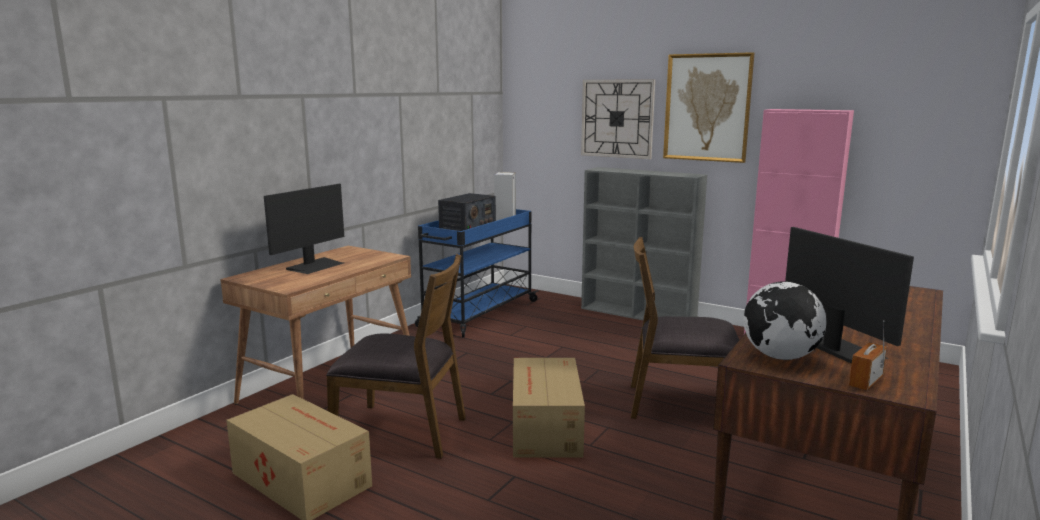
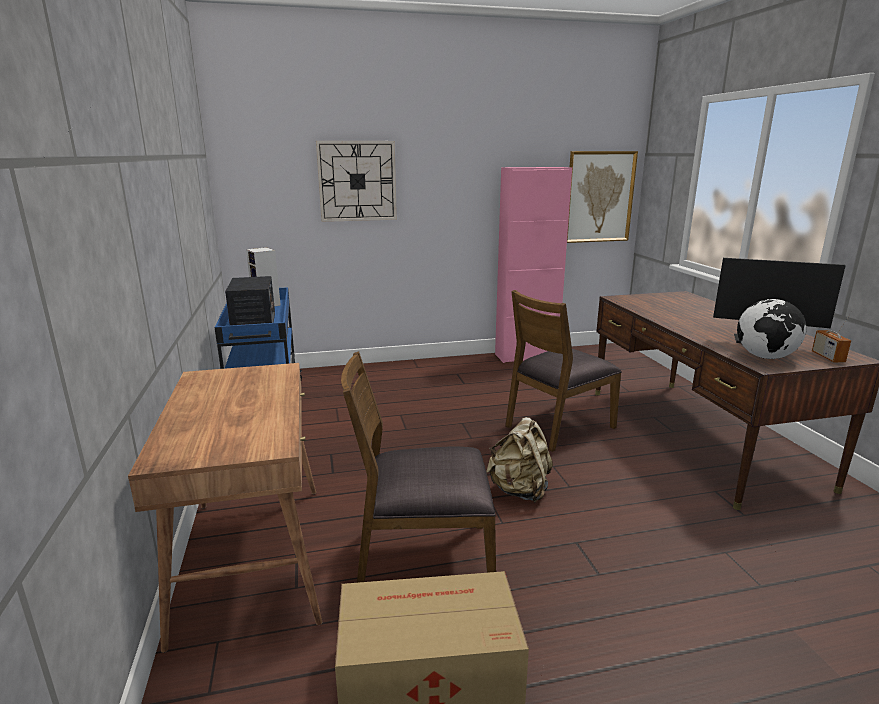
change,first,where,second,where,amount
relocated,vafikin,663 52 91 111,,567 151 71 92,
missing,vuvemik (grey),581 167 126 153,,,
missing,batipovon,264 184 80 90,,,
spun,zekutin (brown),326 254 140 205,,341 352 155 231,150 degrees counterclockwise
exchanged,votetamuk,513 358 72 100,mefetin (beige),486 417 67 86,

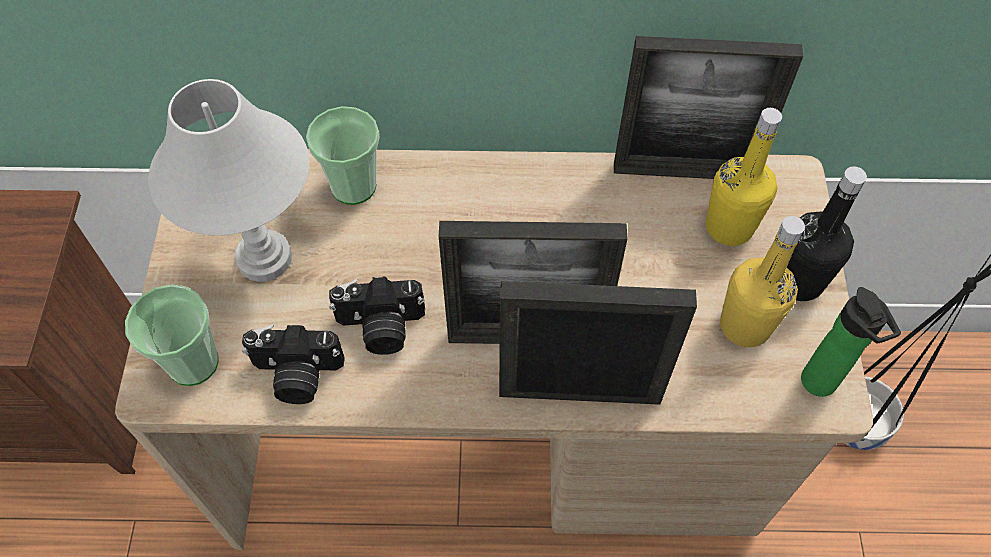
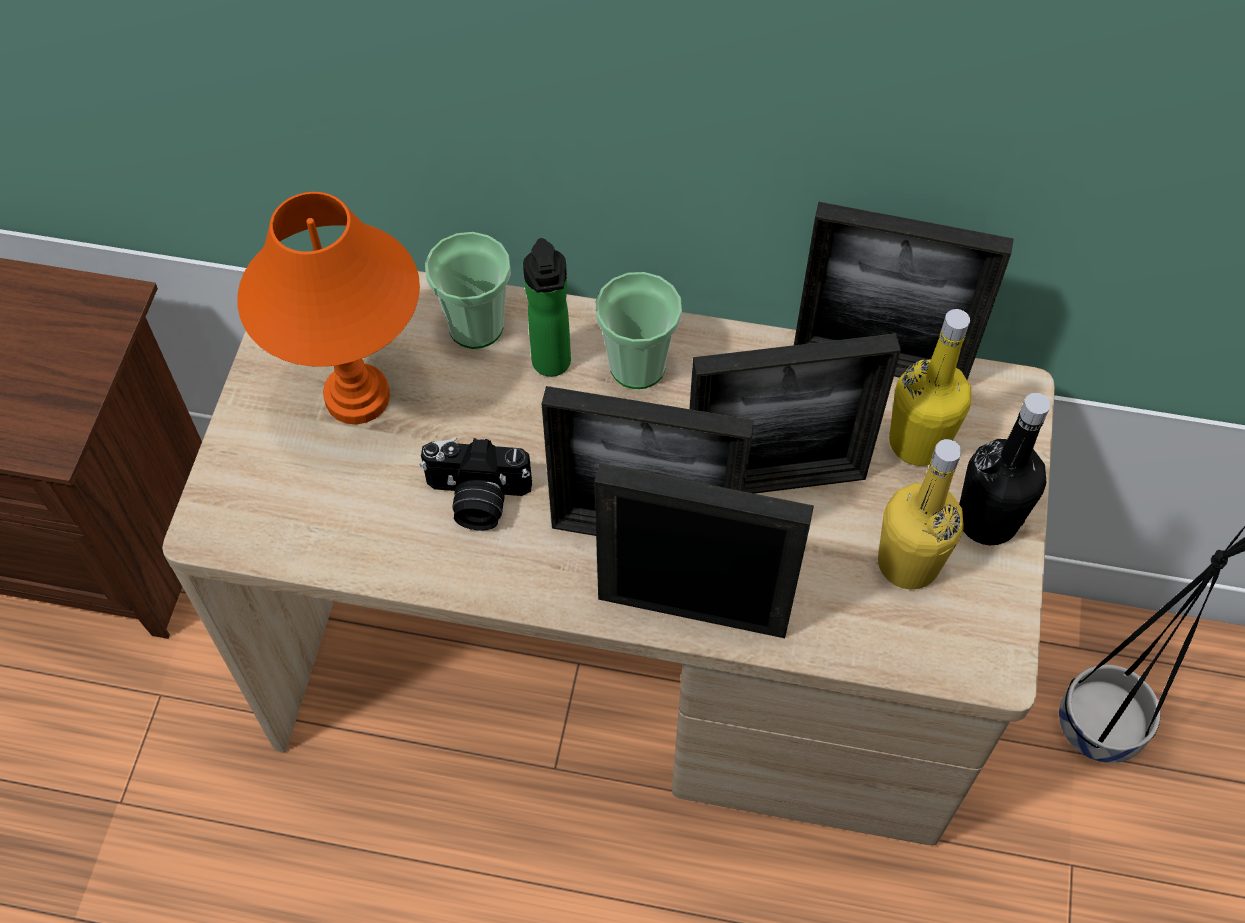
change,first,where,second,where,amount
colour,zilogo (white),148 79 161 203,zilogo (orange),237 192 183 233,
relocated,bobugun,125 284 94 102,,595 272 87 117,
relocated,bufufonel,801 287 100 110,,523 238 48 139,
missing,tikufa,242 324 103 80,,,
appeared,,,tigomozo,690 333 211 161,

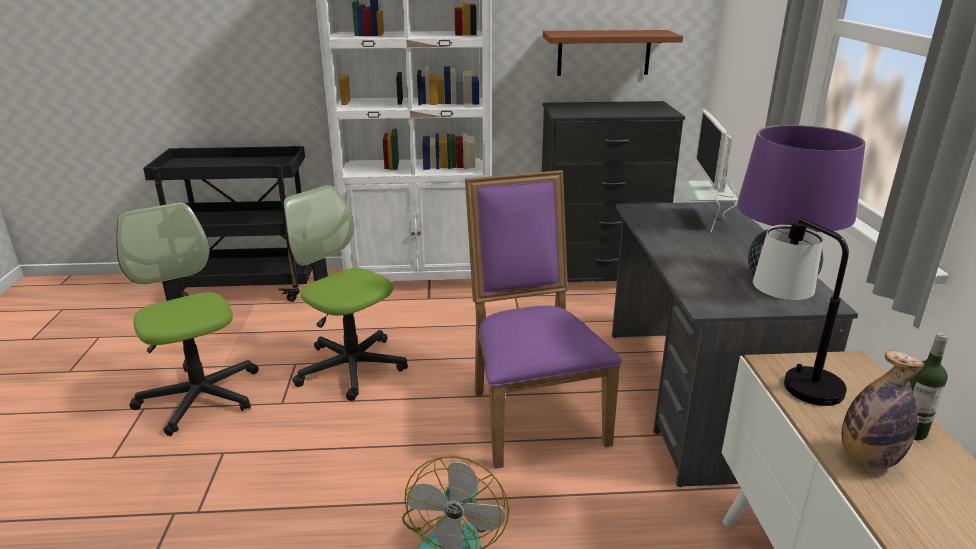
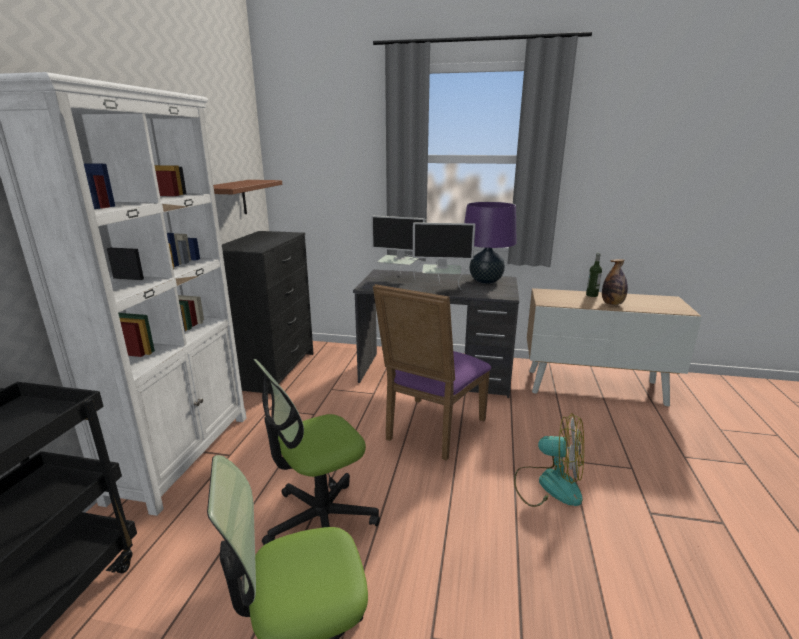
change,first,where,second,where,amount
spun,zekutin (purple),465 170 157 299,,373 284 118 177,60 degrees counterclockwise
missing,zilogo,753 217 96 189,,,
appeared,,,batipovon,413 222 62 68,

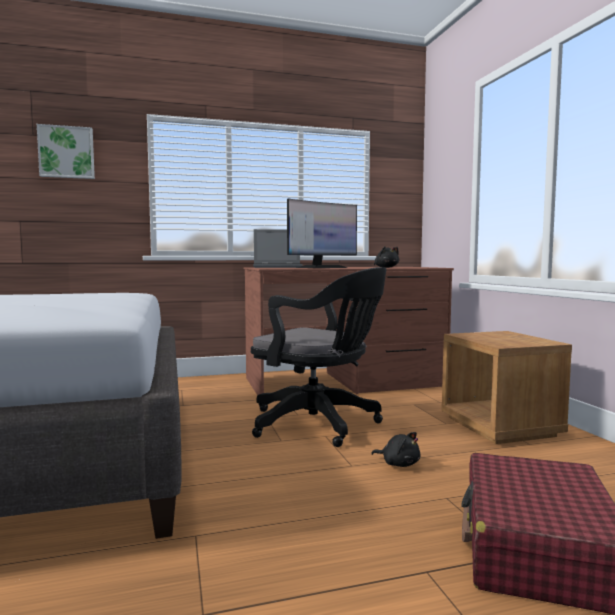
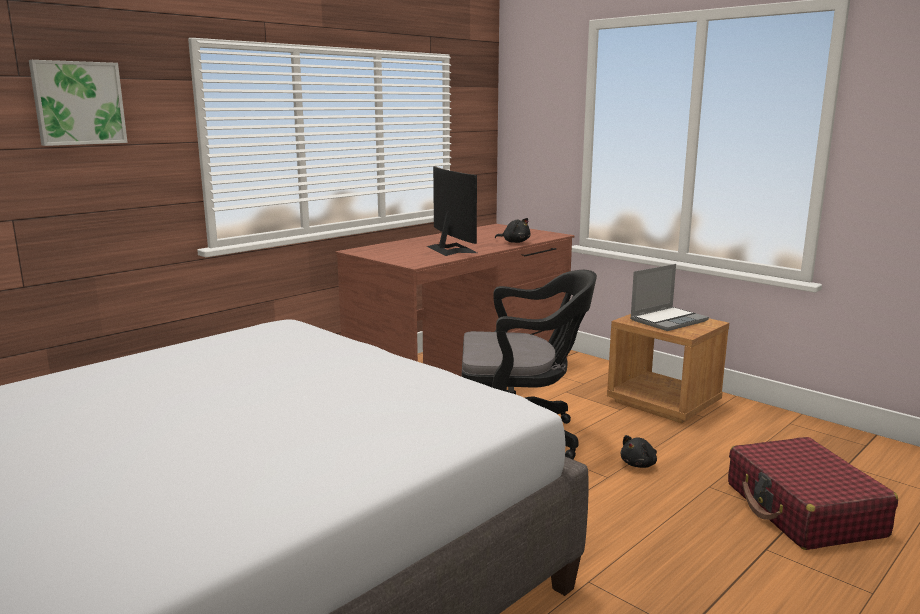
change,first,where,second,where,amount
spun,batipovon,287 198 70 70,,427 166 50 90,45 degrees counterclockwise
relocated,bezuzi,253 229 49 39,,630 264 79 67,
spun,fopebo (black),371 432 49 35,,621 435 36 33,135 degrees clockwise

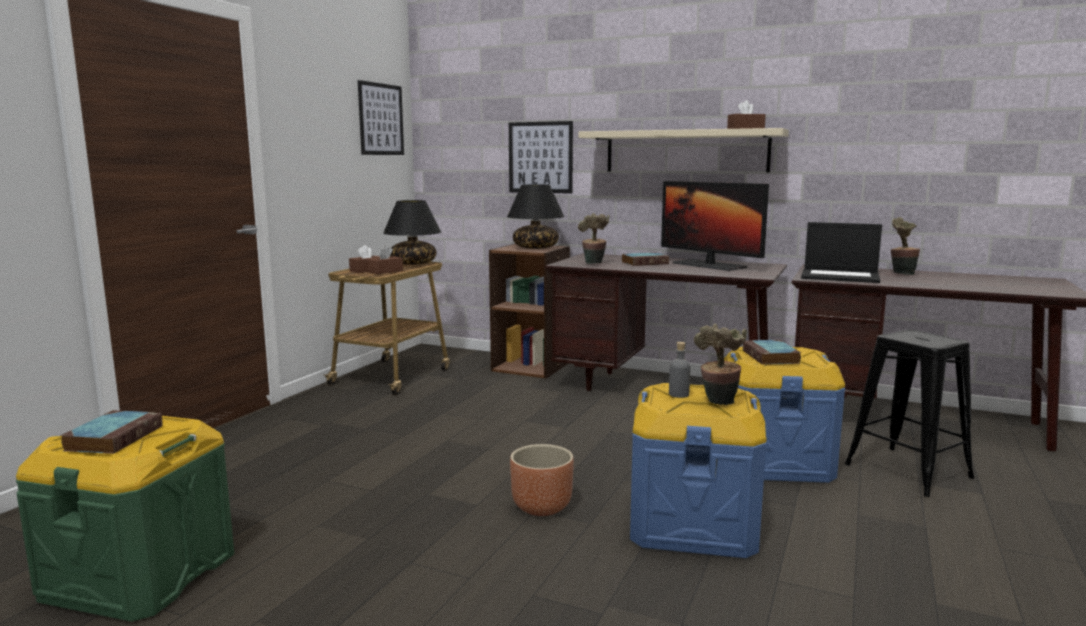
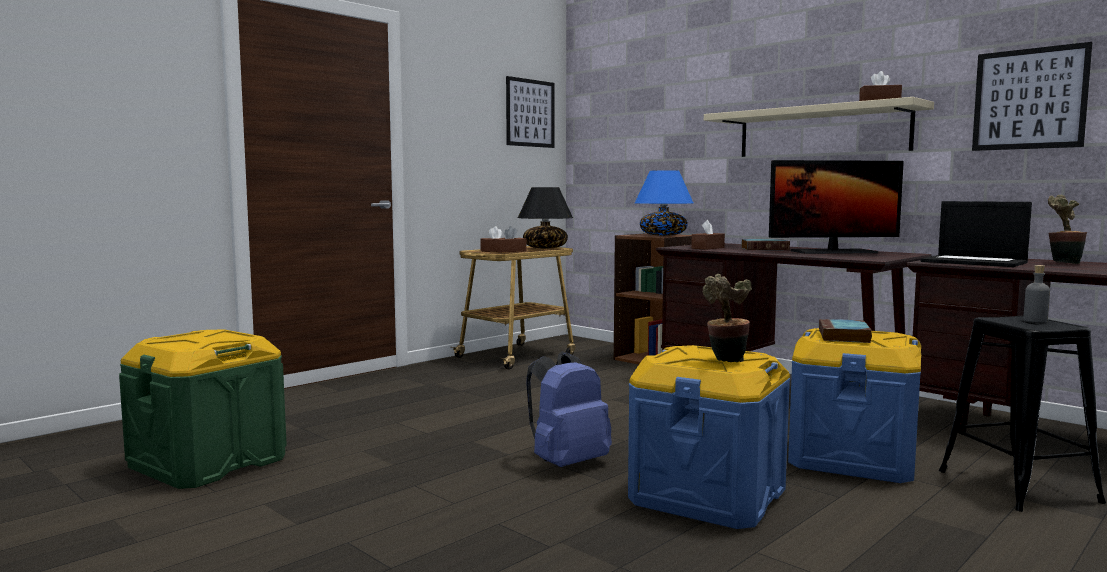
change,first,where,second,where,amount
relocated,vafikin,509 121 64 73,,972 42 120 109,
spun,batipovon,661 181 108 90,,769 160 135 94,75 degrees counterclockwise
colour,zilogo (black),507 184 57 65,zilogo (blue),635 170 58 66,
exchanged,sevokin,578 213 32 51,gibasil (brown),691 220 34 30,
relocated,bufufonel (grey),669 342 21 56,,1023 265 27 57,
missing,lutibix,60 410 102 44,,,
exchanged,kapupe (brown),510 444 64 72,mefetin (blue),526 351 86 116,

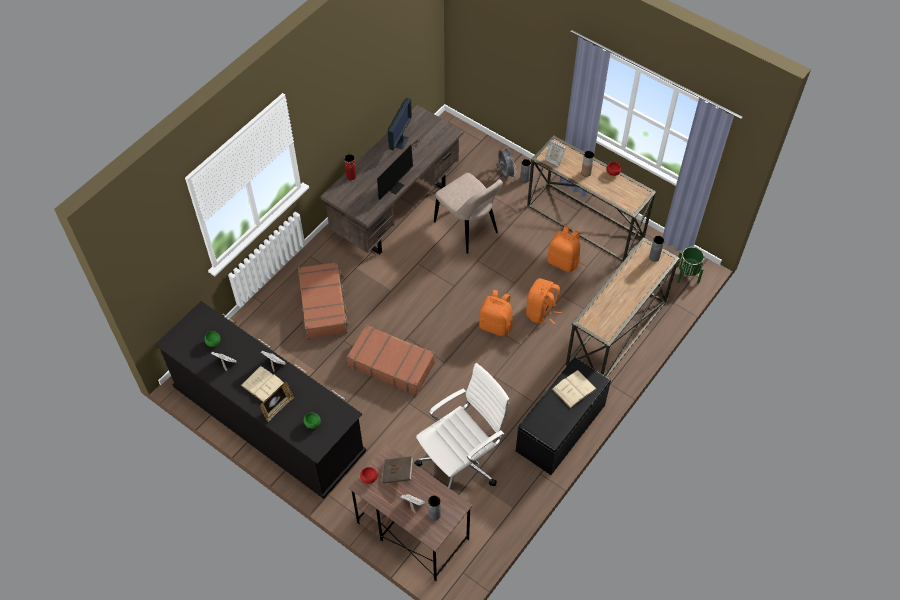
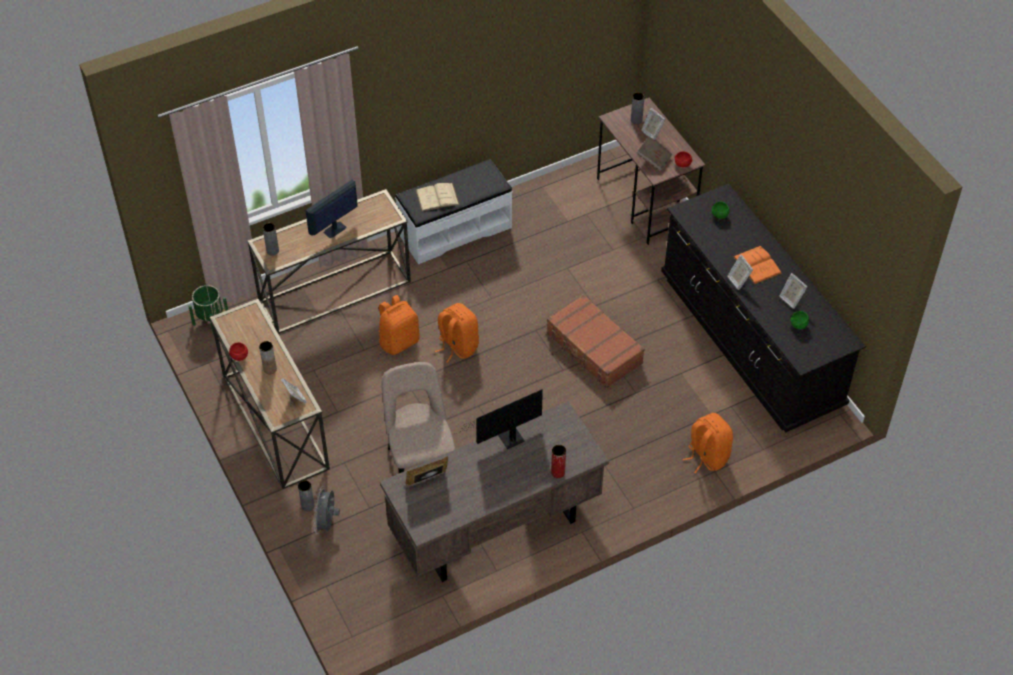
change,first,where,second,where,amount
relocated,batipovon,388 98 24 52,,305 179 53 59,
relocated,mefetin (orange),547 226 33 47,,683 413 50 60,
missing,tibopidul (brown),298 262 52 77,,,
colour,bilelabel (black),516 358 95 117,bilelabel (white),395 159 118 106,
missing,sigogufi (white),414 363 96 126,,,
colour,lutibix (beige),241 366 43 36,lutibix (orange),733 246 49 39,
relocated,tigomozo,260 382 34 40,,405 456 43 30,

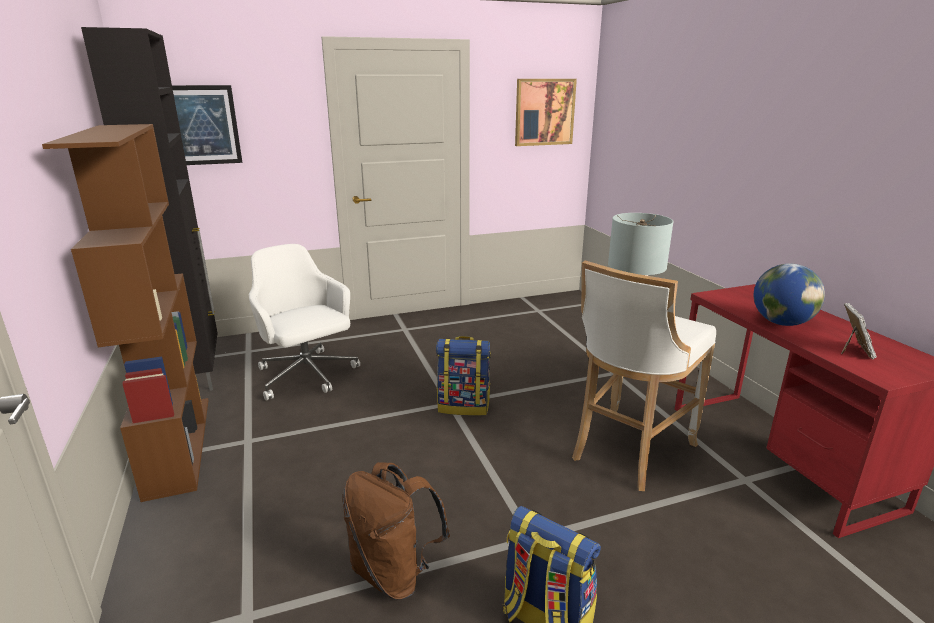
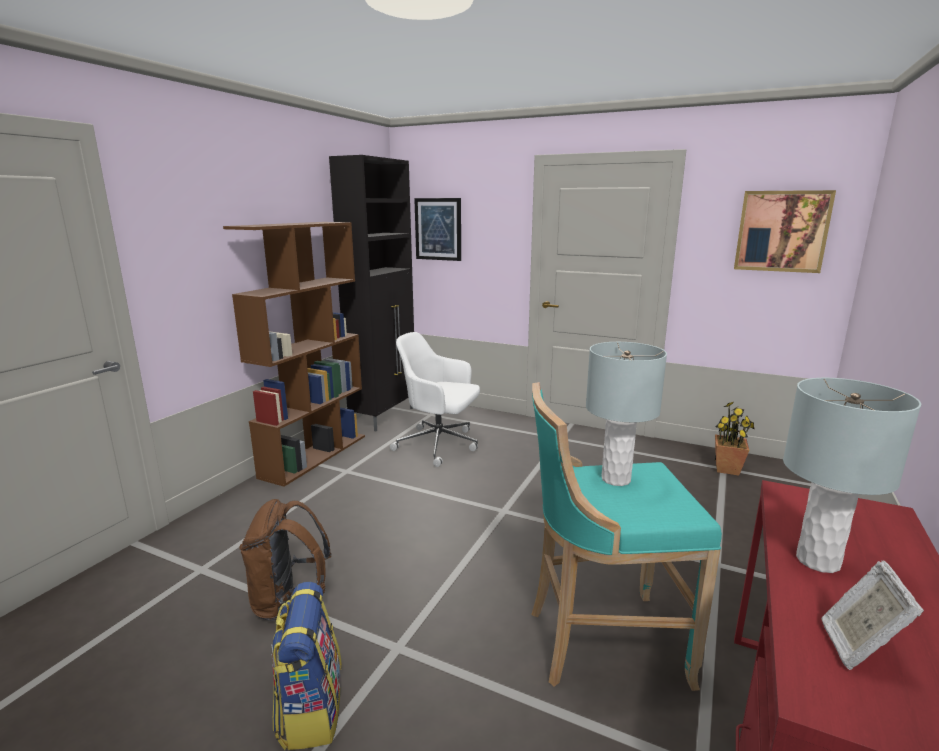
change,first,where,second,where,amount
spun,sigogufi (white),249 244 111 157,,390 332 90 135,75 degrees counterclockwise
colour,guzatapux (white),572 260 144 231,guzatapux (turquoise),531 382 191 309,
exchanged,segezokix,754 264 71 62,zilogo (grey),783 378 138 195,
spun,tigomozo,841 303 36 56,,821 561 103 109,135 degrees clockwise
missing,mefetin,436 336 55 80,,,
appeared,,,sevokin,715 402 40 73,

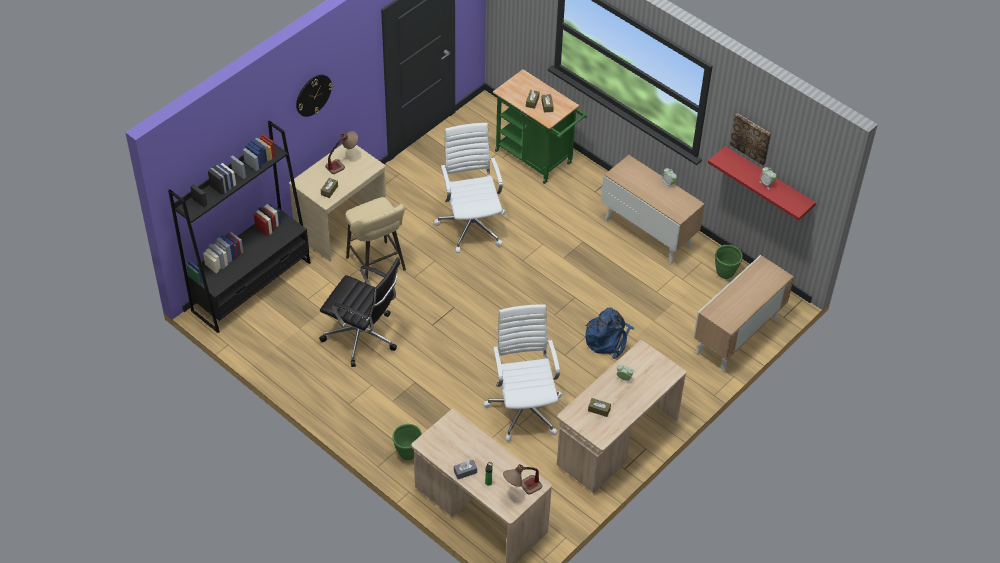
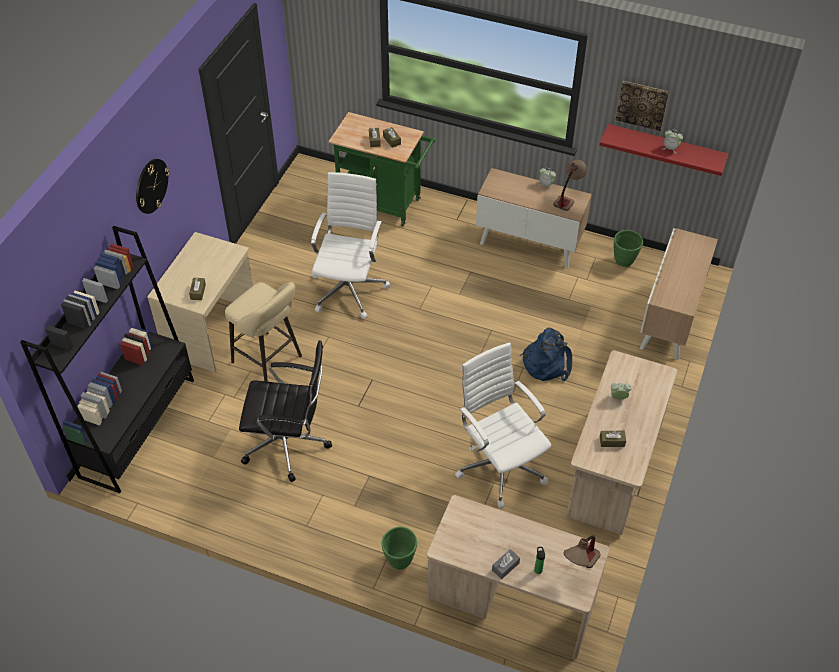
change,first,where,second,where,amount
spun,sigogufi (white),434 123 72 130,,311 172 80 147,45 degrees clockwise
relocated,zilogo,325 131 33 43,,553 160 34 51,

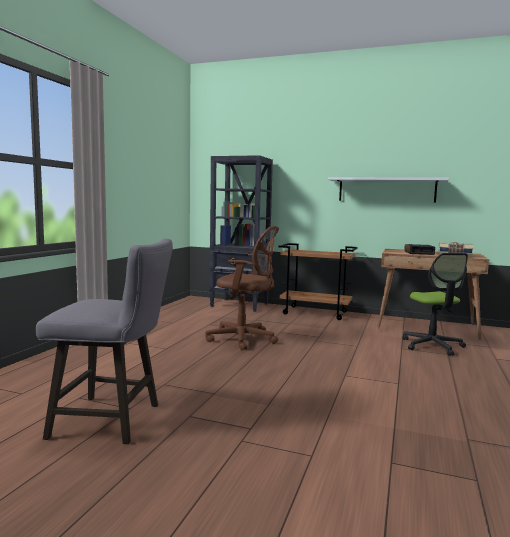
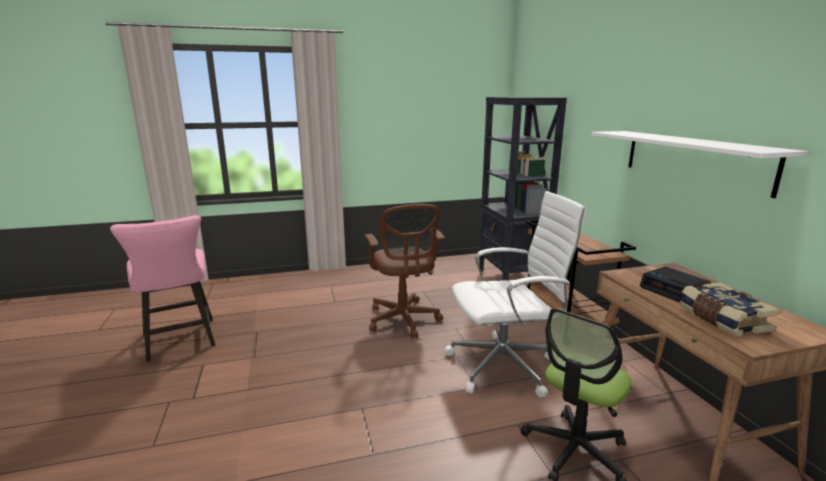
change,first,where,second,where,amount
colour,guzatapux (grey),36 238 137 206,guzatapux (pink),110 215 105 147,
appeared,,,sigogufi (white),445 191 141 207,

